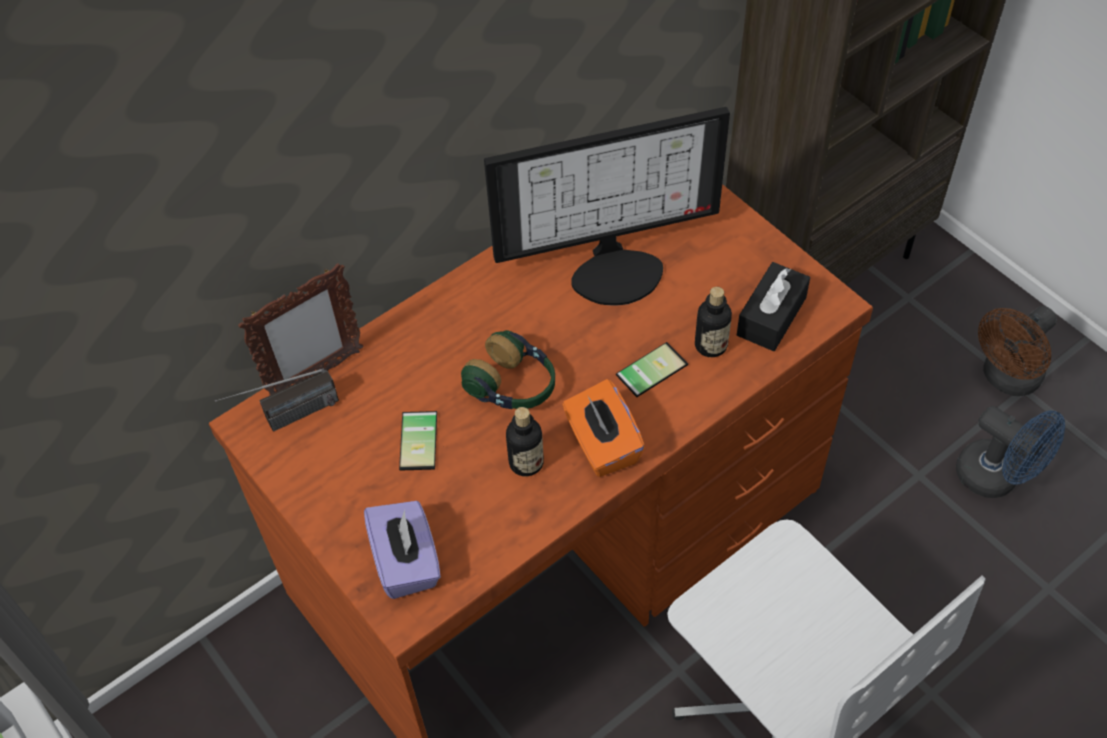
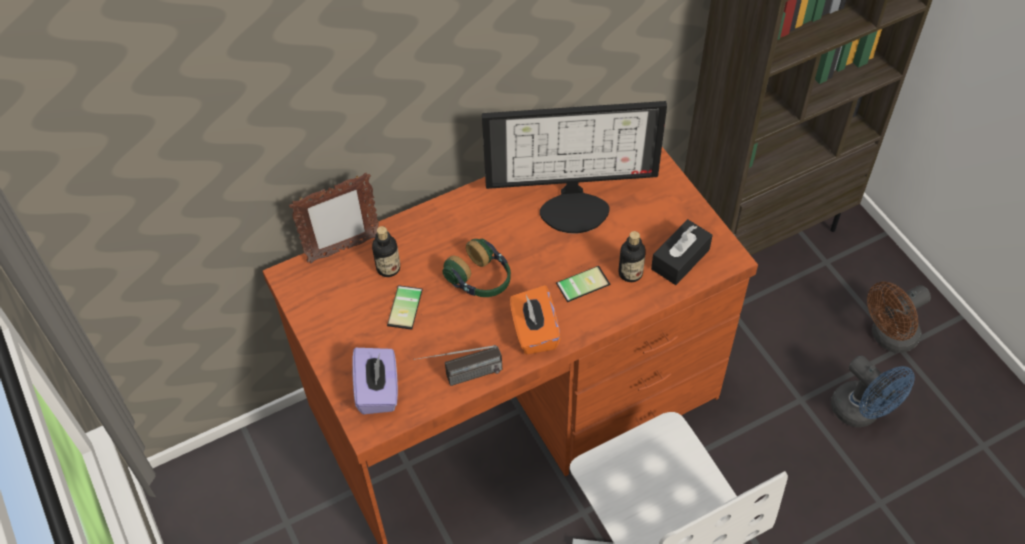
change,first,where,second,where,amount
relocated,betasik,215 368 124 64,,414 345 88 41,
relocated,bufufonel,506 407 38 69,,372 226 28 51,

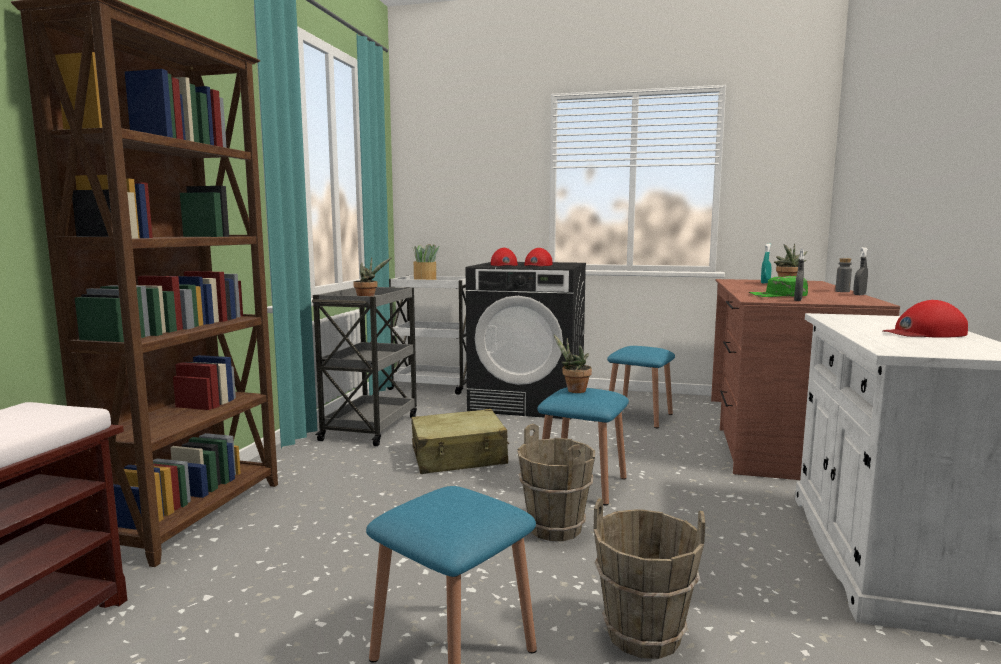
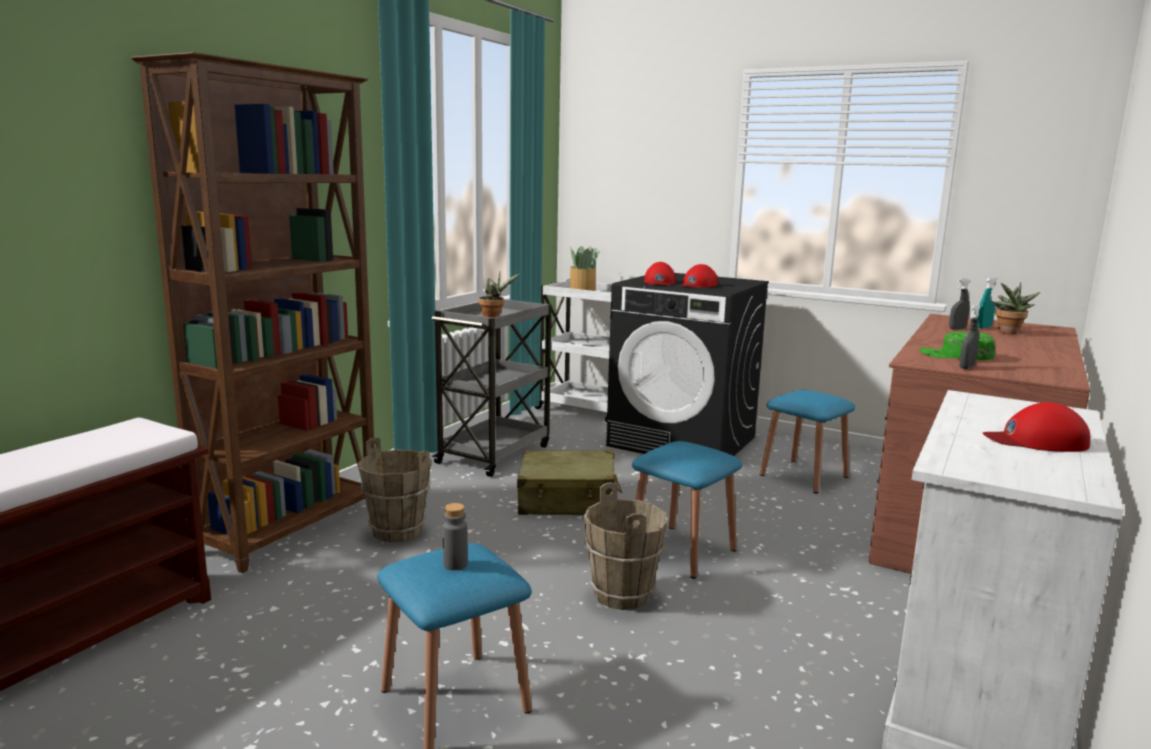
change,first,where,second,where,amount
relocated,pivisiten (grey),853 247 15 48,,949 278 21 52,
relocated,bufufonel (grey),835 258 17 34,,443 503 25 67,
missing,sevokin,554 334 38 59,,,
relocated,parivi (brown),594 498 111 161,,358 437 74 105,

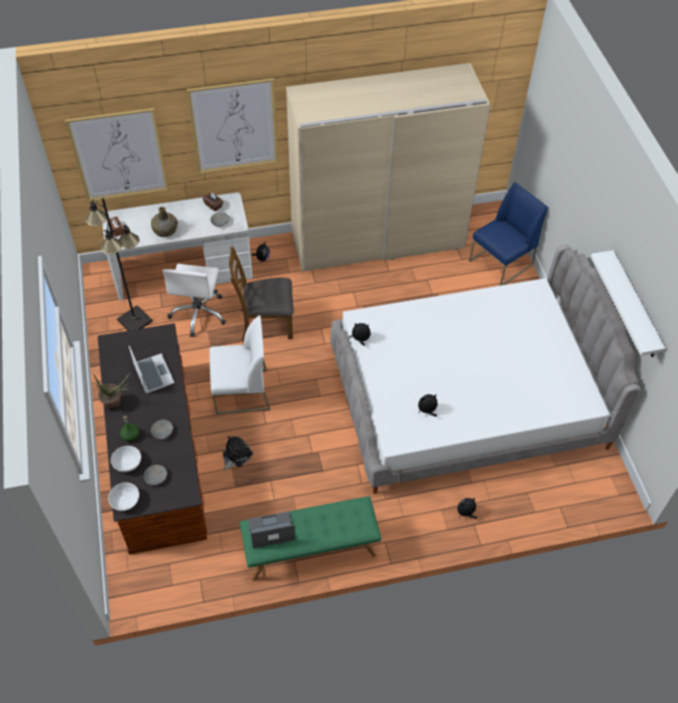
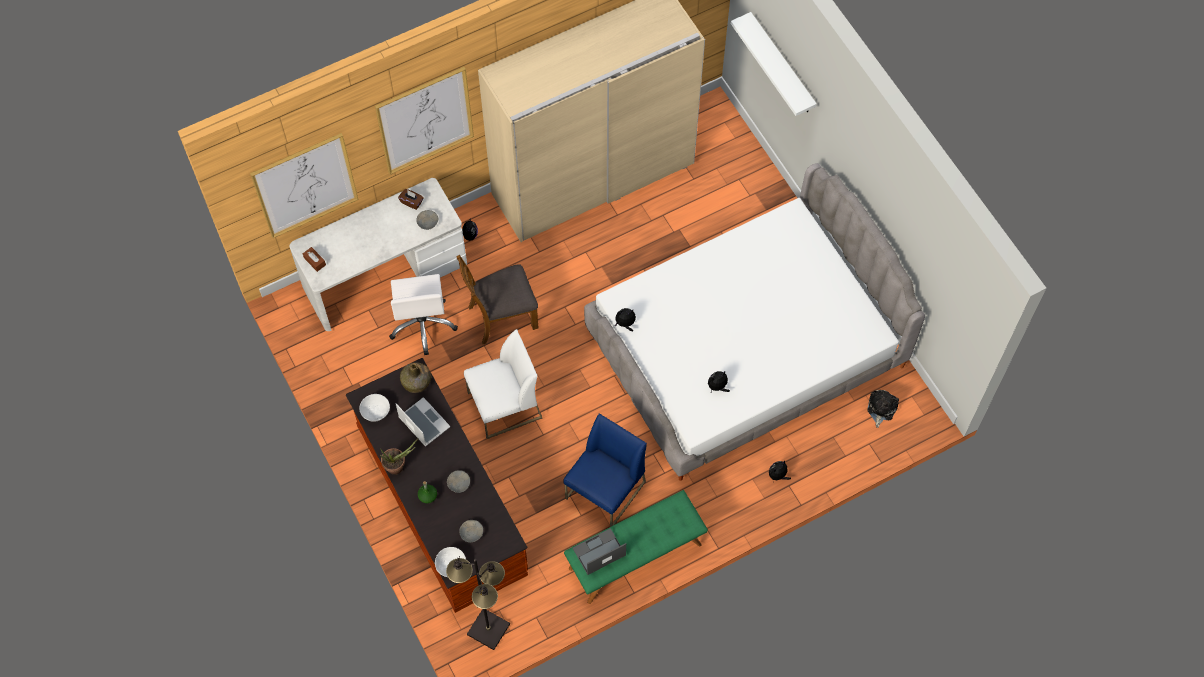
change,first,where,second,where,amount
relocated,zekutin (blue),469 182 79 104,,563 413 84 114,
relocated,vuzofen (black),85 198 67 133,,446 556 64 94,
relocated,bufufonel (green),151 207 27 30,,400 362 31 31,
relocated,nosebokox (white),591 250 74 107,,731 12 86 104,
relocated,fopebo,223 436 30 35,,867 390 32 38,
relocated,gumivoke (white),111 446 30 26,,359 394 31 28,

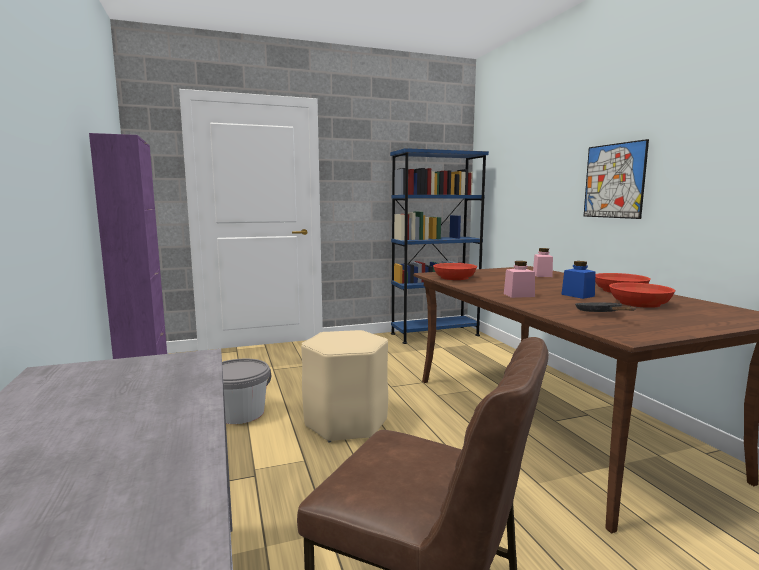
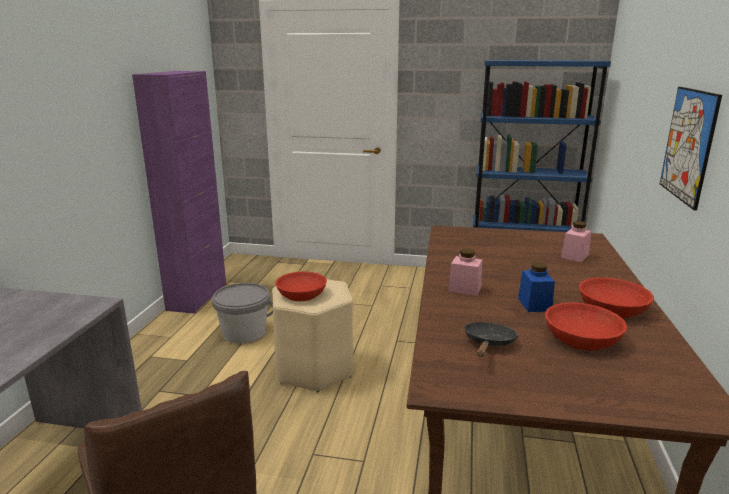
change,first,where,second,where,amount
relocated,gumivoke (red),433 263 44 17,,275 271 52 30,

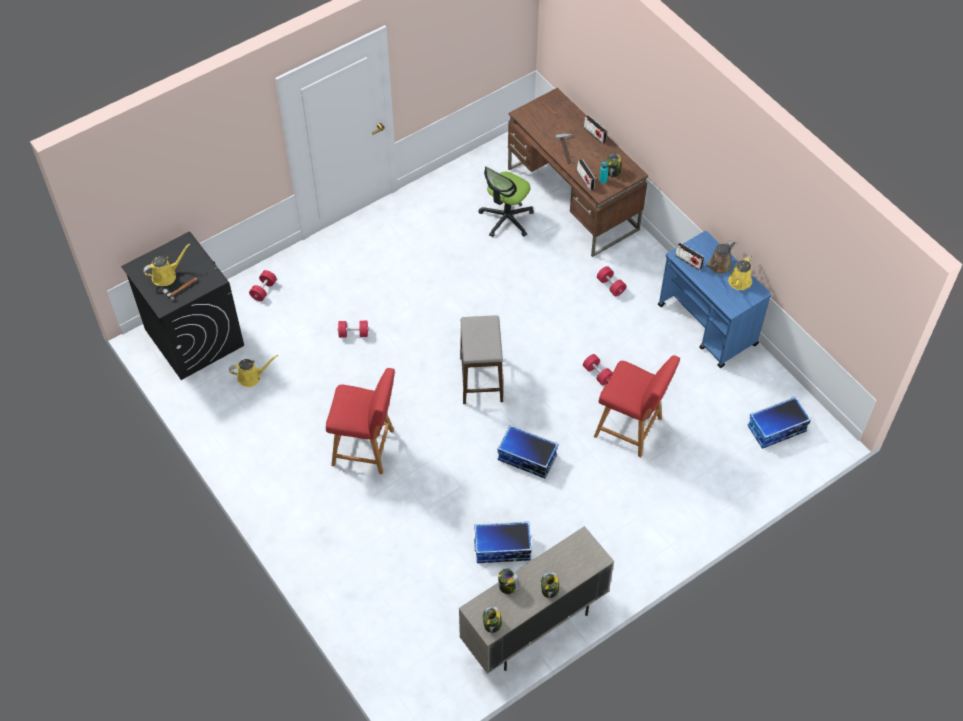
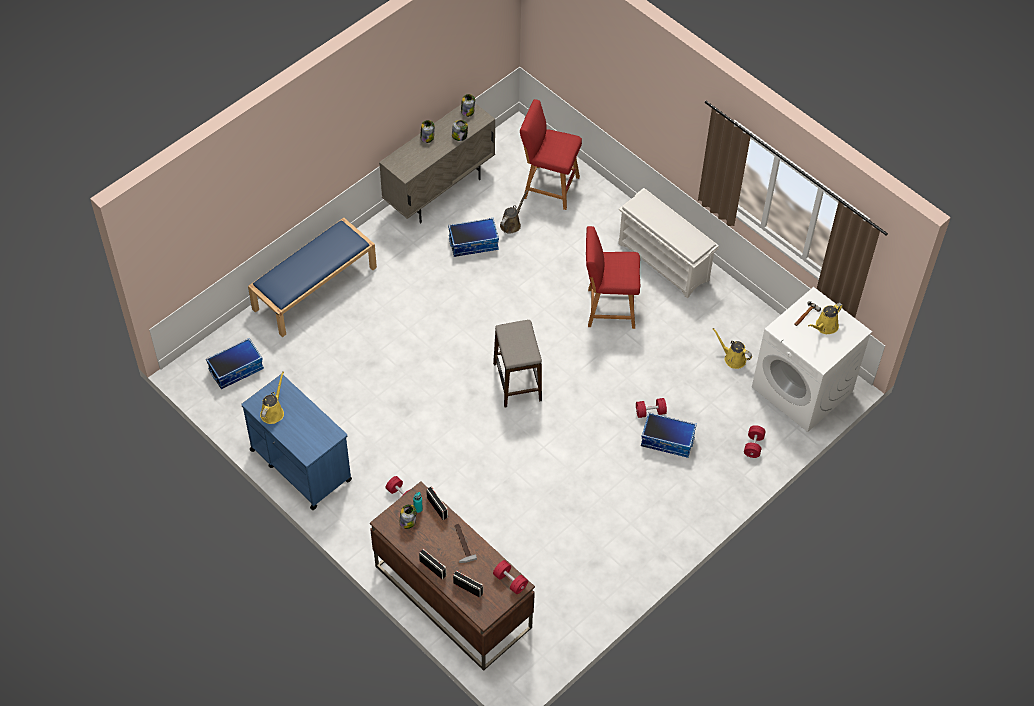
change,first,where,second,where,amount
missing,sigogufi,478 166 56 71,,,
colour,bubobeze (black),121 232 123 148,bubobeze (white),752 287 120 145,
relocated,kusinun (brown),703 240 32 34,,500 190 28 44,
relocated,betasik,675 242 29 28,,453 570 30 28,
relocated,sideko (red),583 354 30 32,,493 560 35 34,
spun,kusinun (yellow),229 355 49 32,,712 328 40 41,60 degrees clockwise
relocated,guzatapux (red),594 355 86 102,,520 99 62 111,
relocated,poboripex,497 425 61 53,,641 412 56 46,
appeared,,,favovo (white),618 188 101 110,
appeared,,,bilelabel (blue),248 218 129 119,

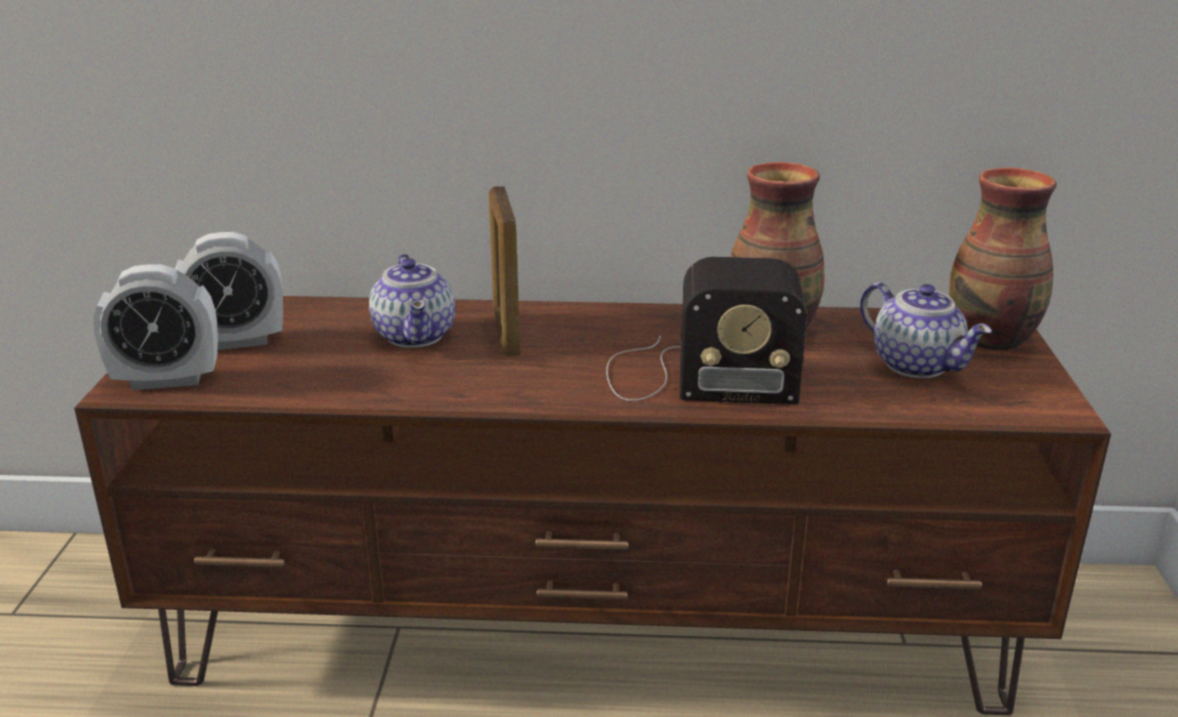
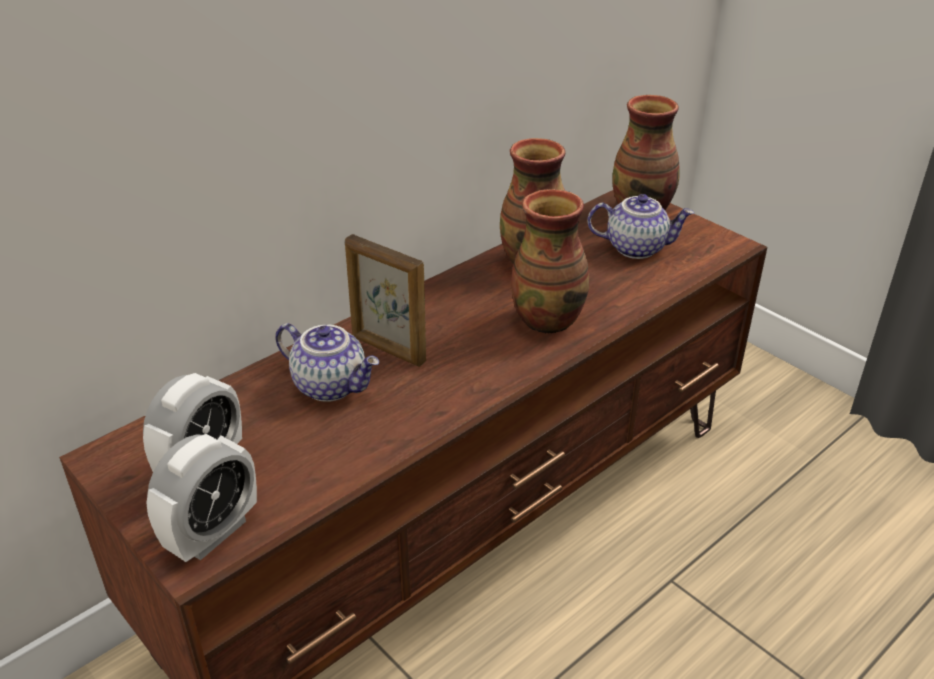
change,first,where,second,where,amount
exchanged,betasik,606 257 201 147,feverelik,511 189 79 145,

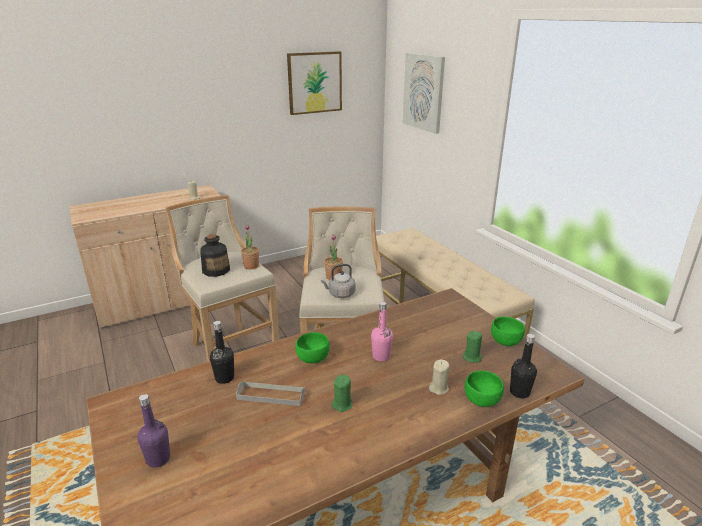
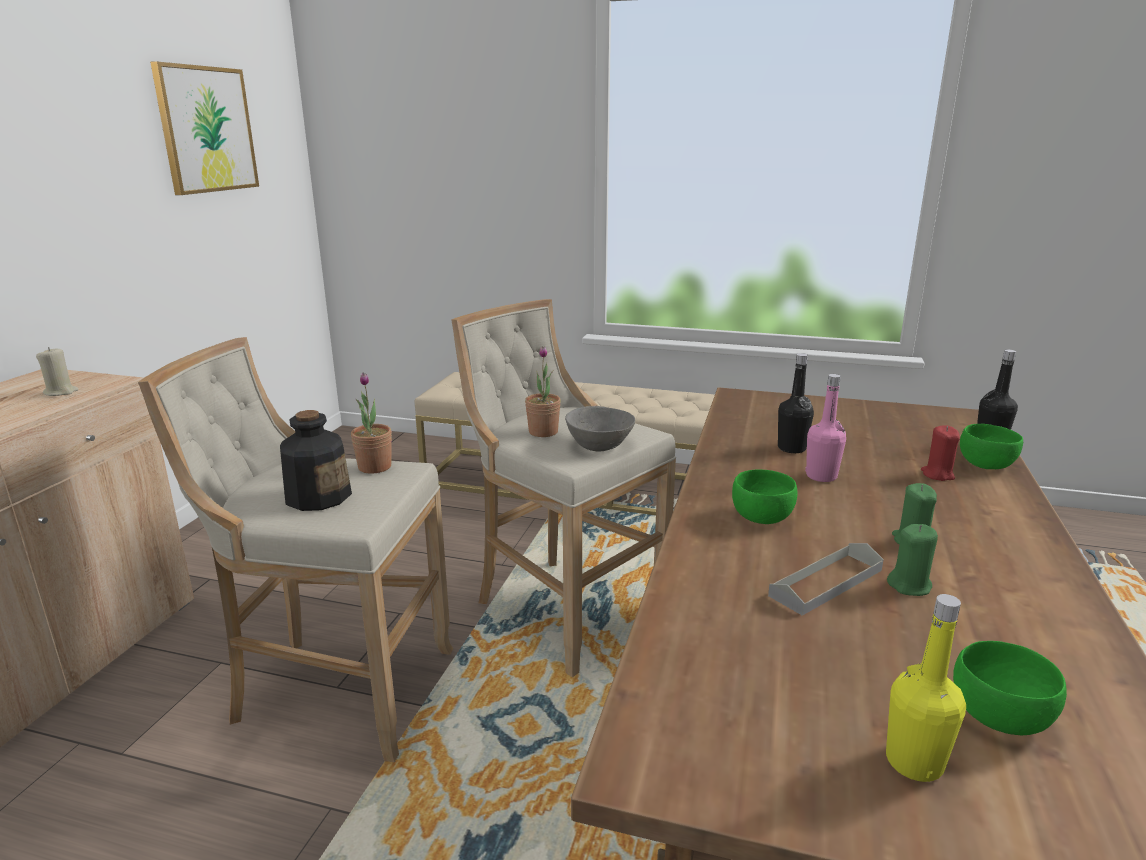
change,first,where,second,where,amount
missing,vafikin,403 53 42 81,,,
exchanged,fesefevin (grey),321 264 35 34,gumivoke (grey),565 406 70 46,
relocated,gumivoke (green),491 317 34 29,,953 641 114 94,
relocated,bufufonel (black),210 321 24 63,,778 353 36 100,
relocated,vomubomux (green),462 331 20 32,,887 524 51 72,
colour,vomubomux (beige),429 359 21 36,vomubomux (red),921 425 39 56,
colour,bufufonel (purple),137 394 33 74,bufufonel (yellow),886 594 80 188,

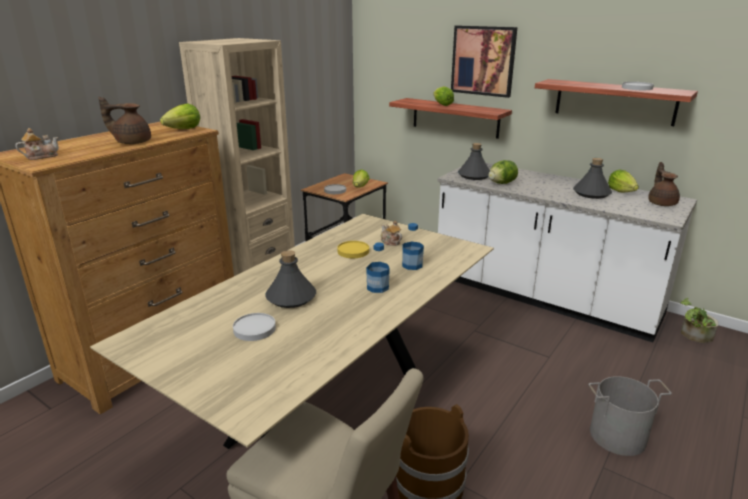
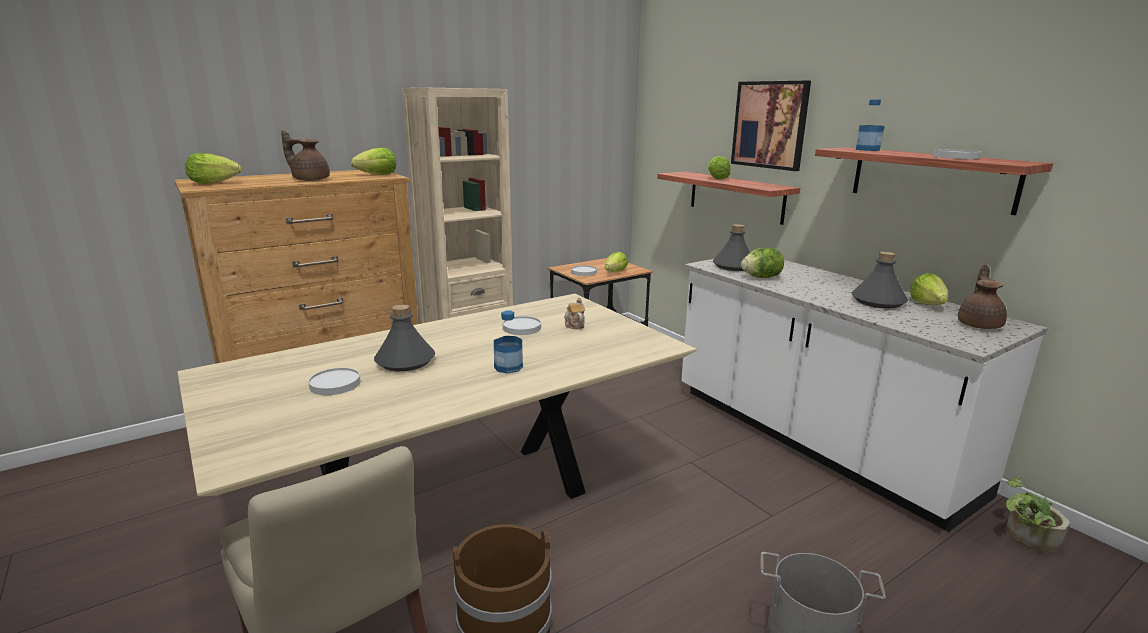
change,first,where,second,where,amount
exchanged,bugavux,16 128 43 32,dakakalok,185 153 56 31,
relocated,bufufonel,402 223 22 47,,856 99 29 52,
colour,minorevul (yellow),337 241 32 17,minorevul (white),503 316 38 19,

